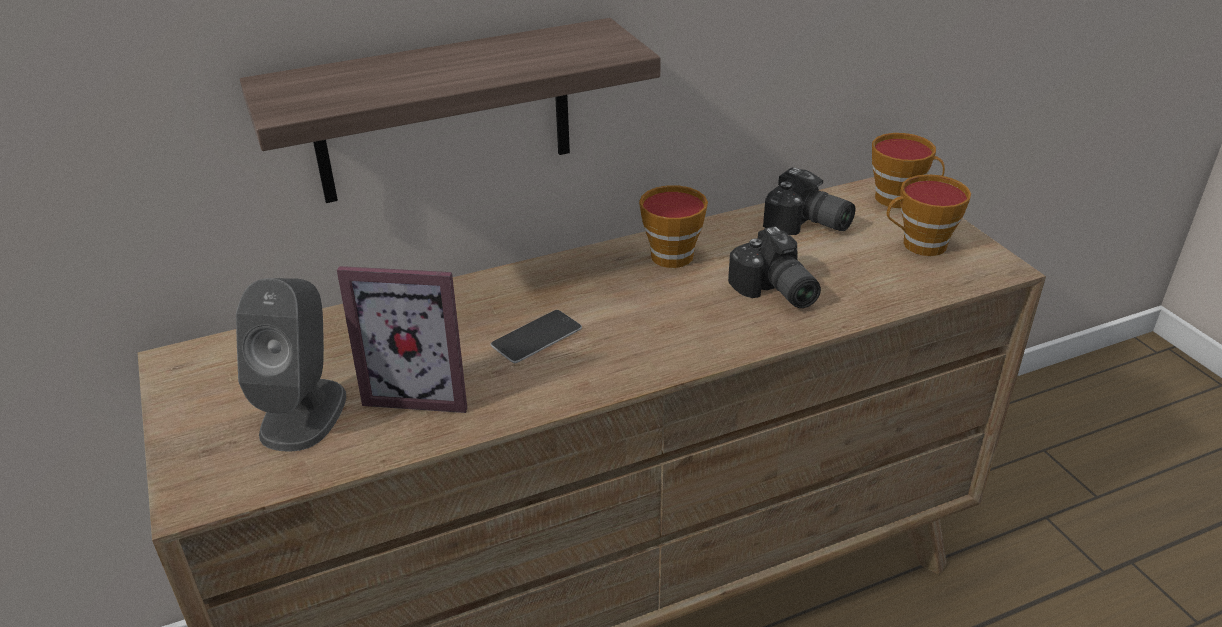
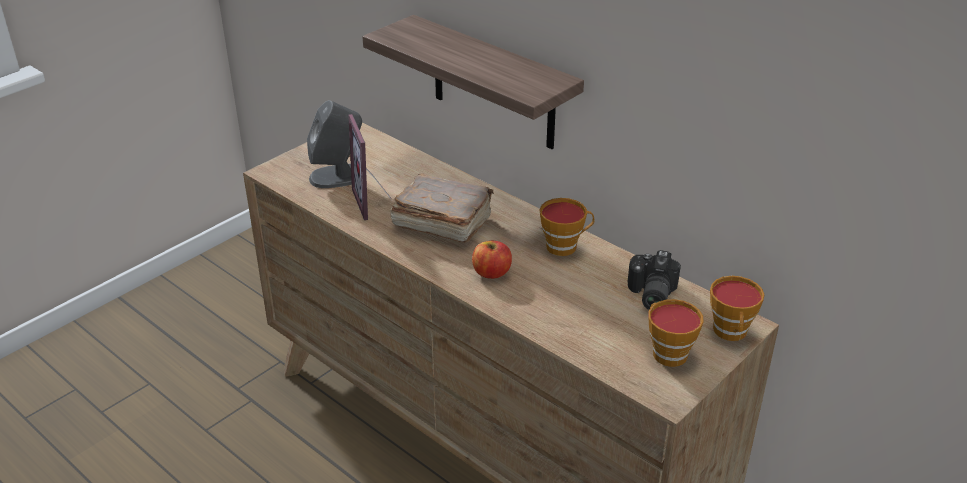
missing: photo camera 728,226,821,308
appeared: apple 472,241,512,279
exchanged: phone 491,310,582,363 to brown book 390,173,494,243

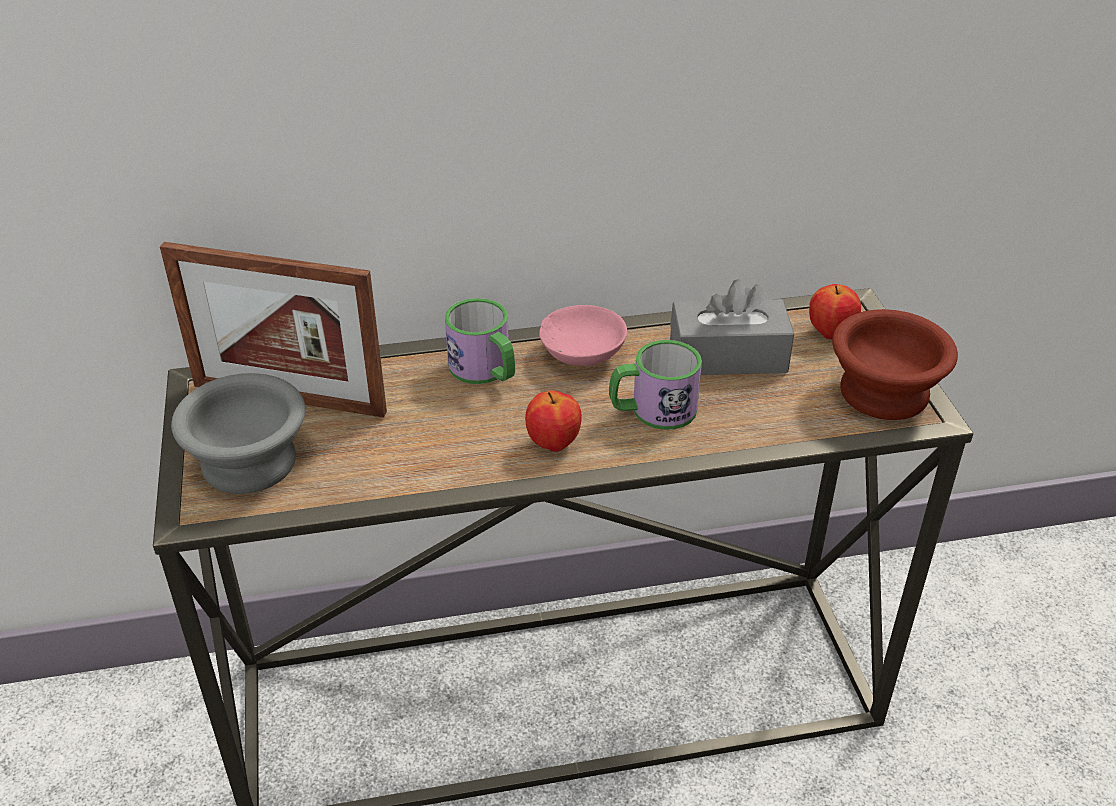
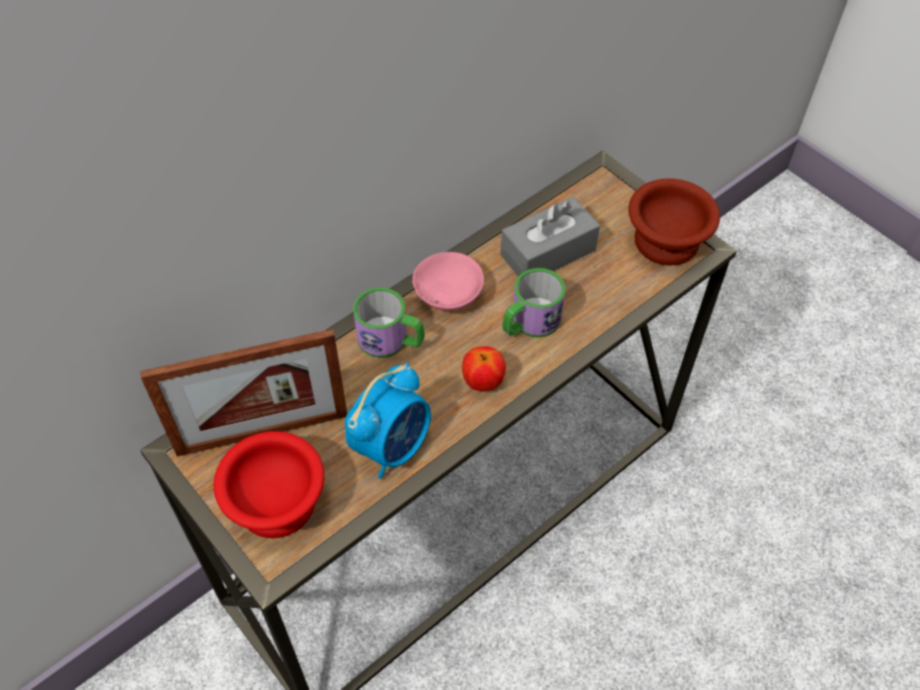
missing: apple 809,284,861,339
appeared: alarm clock 345,363,431,479
colour: grey bowl 171,373,305,494 to red bowl 214,431,324,538

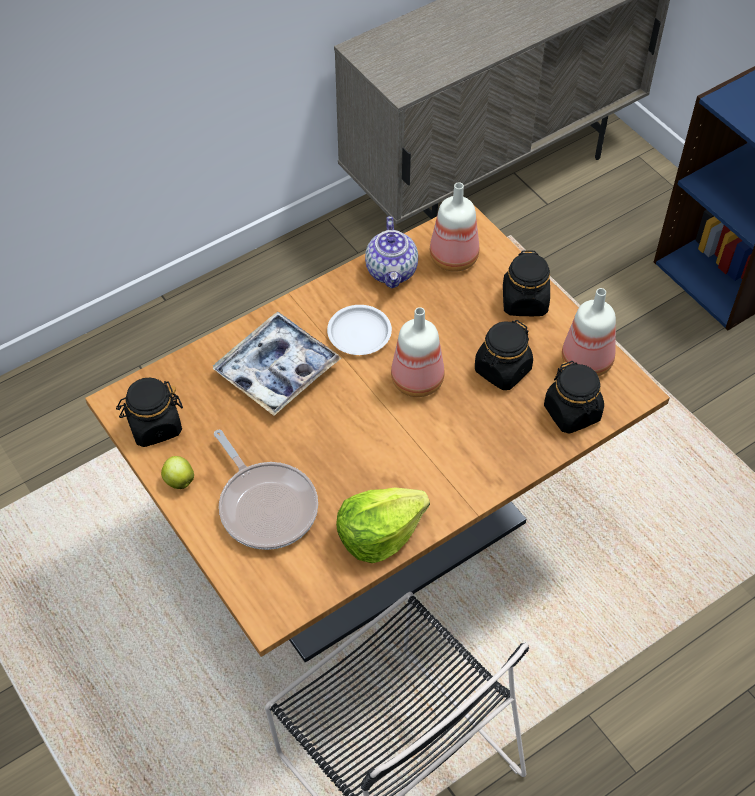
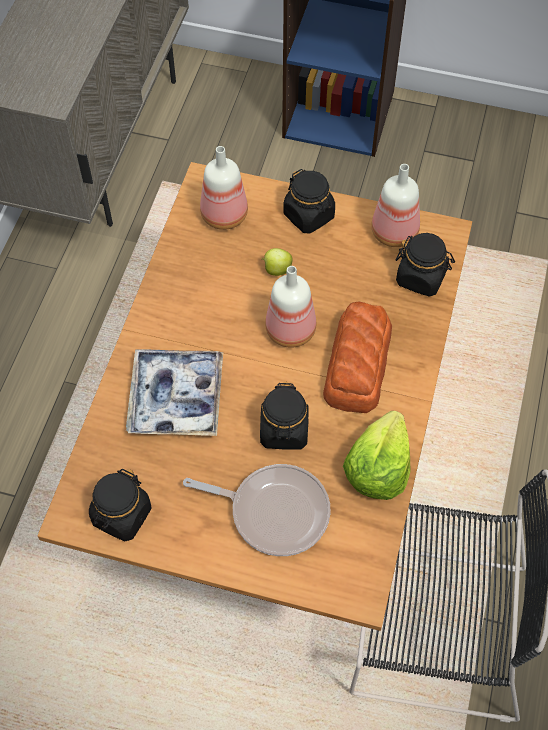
missing: white plate 327,305,392,355; teapot 365,216,418,289
appeared: bread 323,301,392,413
relocated: apple 161,456,194,489 to 262,248,292,276; black jar 475,320,533,390 to 260,382,309,450

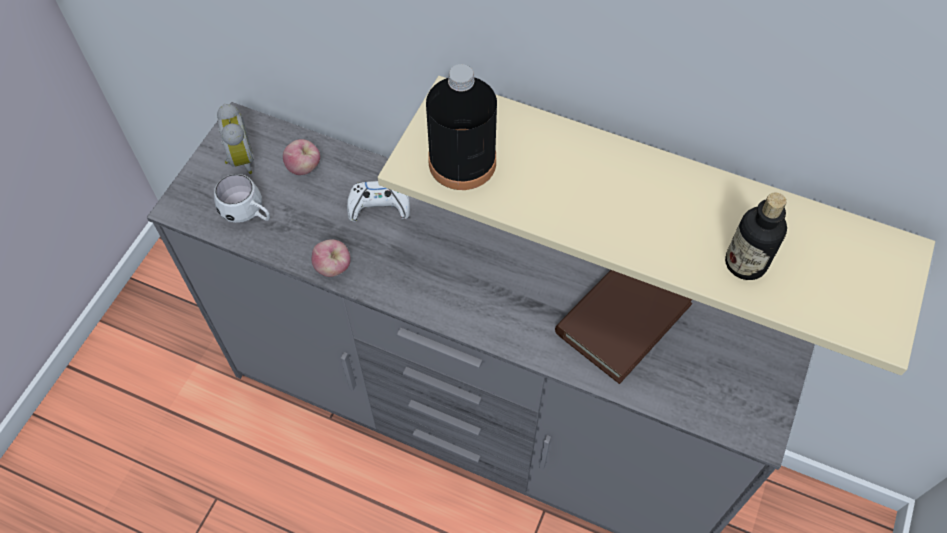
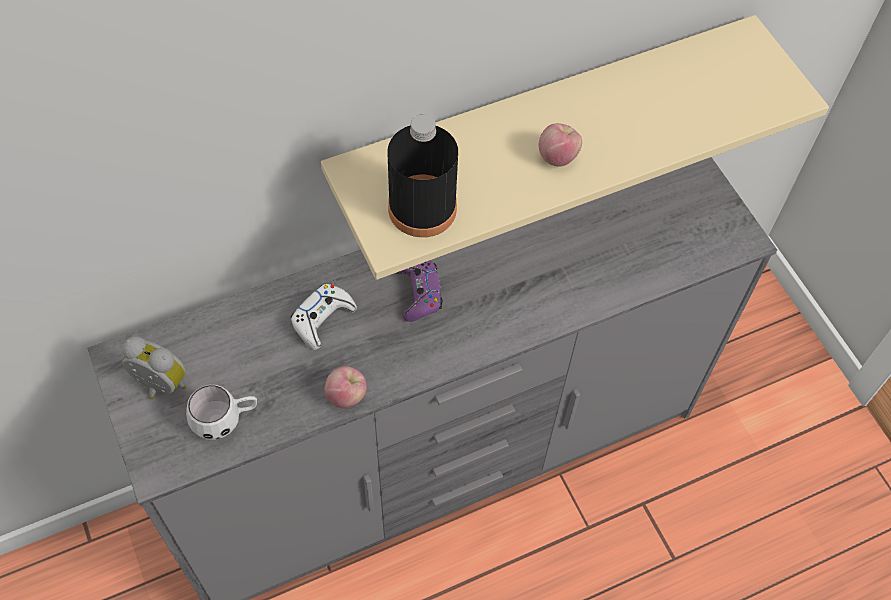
missing: brown book 555,270,692,384; bottle 725,193,787,280
appeared: purple game controller 397,260,443,322
relocated: apple 283,139,320,175 to 539,123,582,166

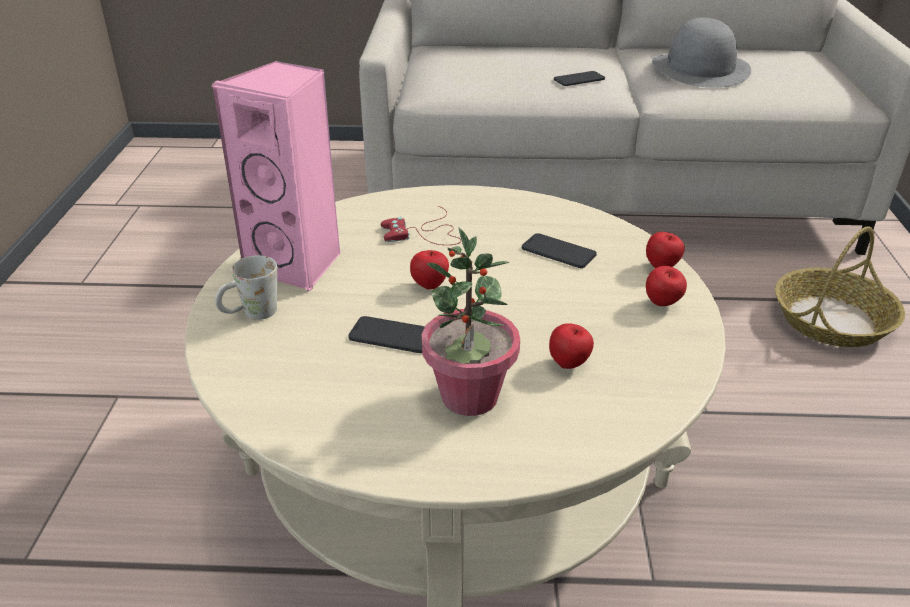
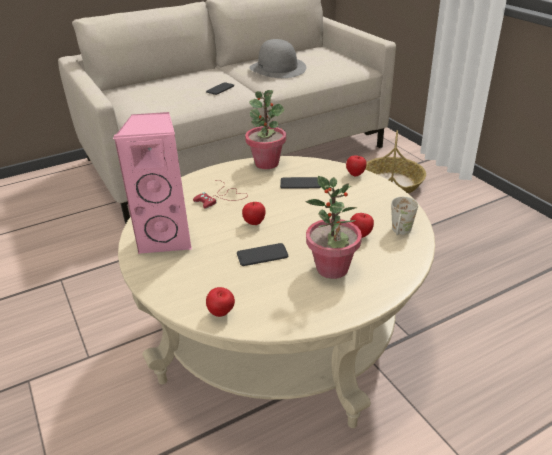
appeared: potted plant 245,90,286,169
relocated: white mug 215,255,277,320 to 391,197,418,235; apple 646,266,687,306 to 206,287,235,317

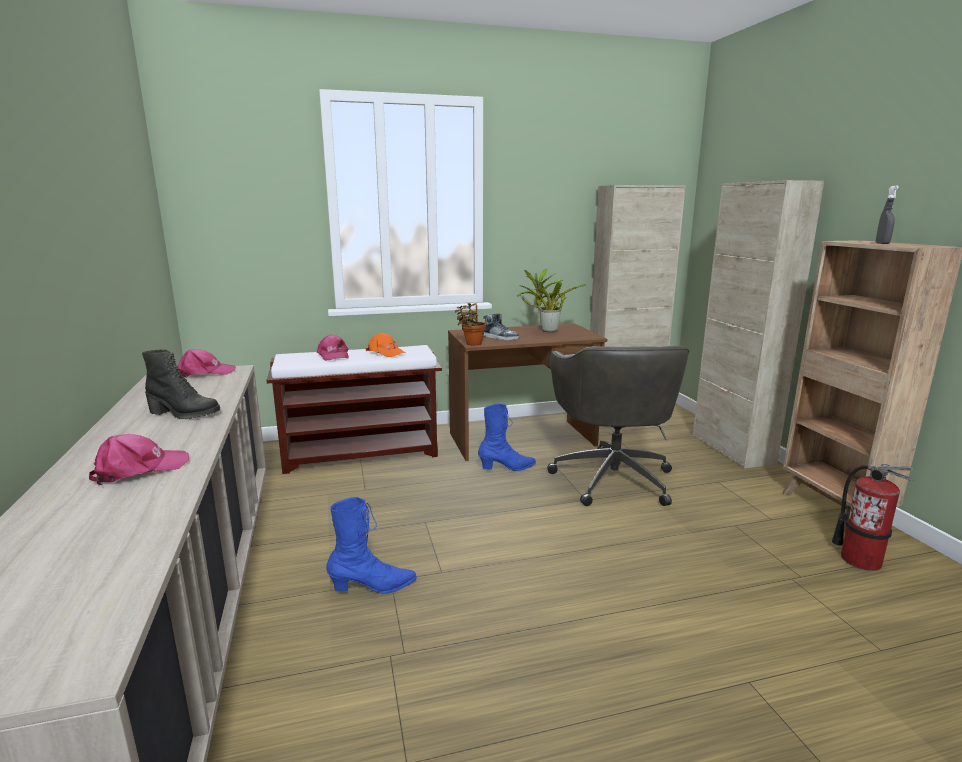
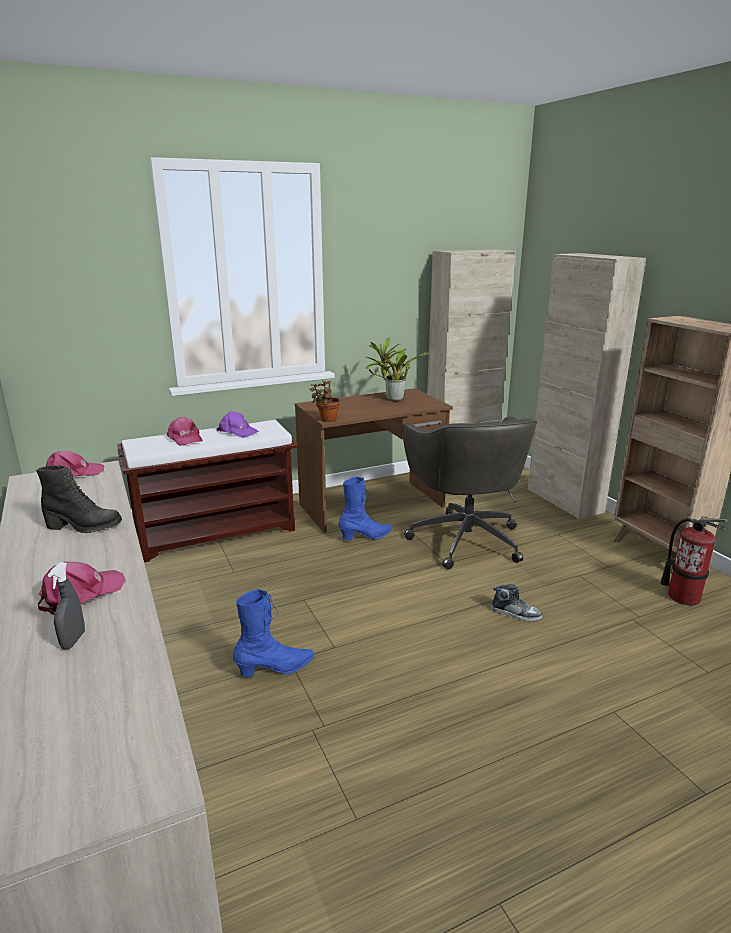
relocated: shoe 483,314,519,340 to 492,584,543,622; grey spray bottle 876,186,899,244 to 48,562,85,649
colour: orange cap 365,332,405,357 to purple cap 216,412,259,438

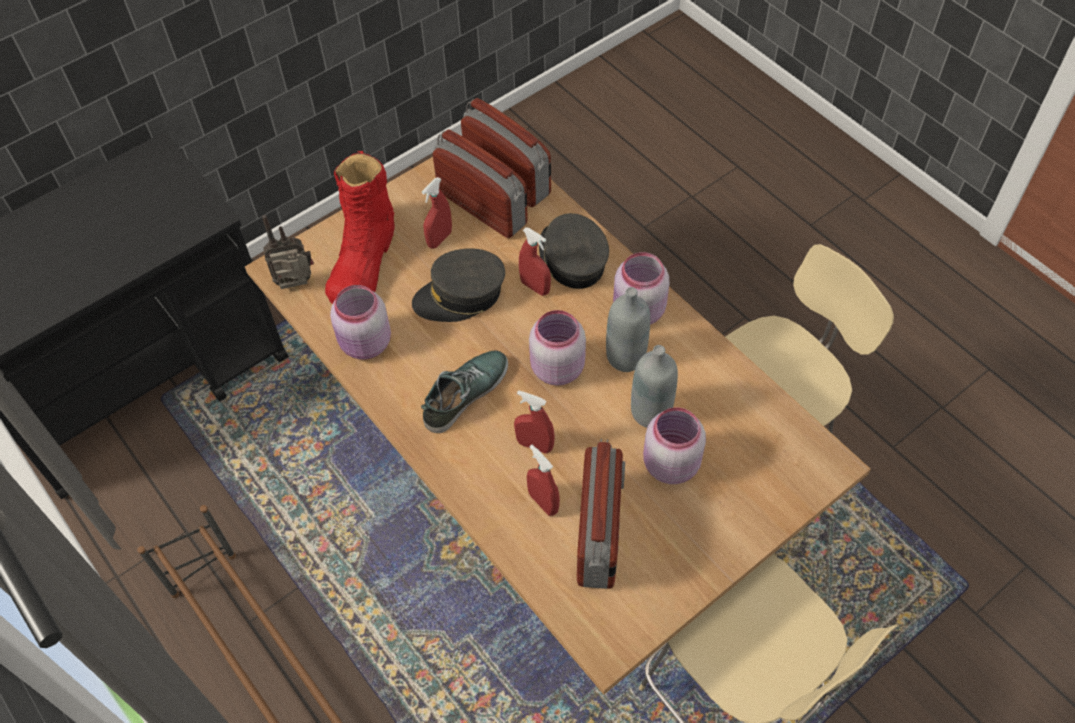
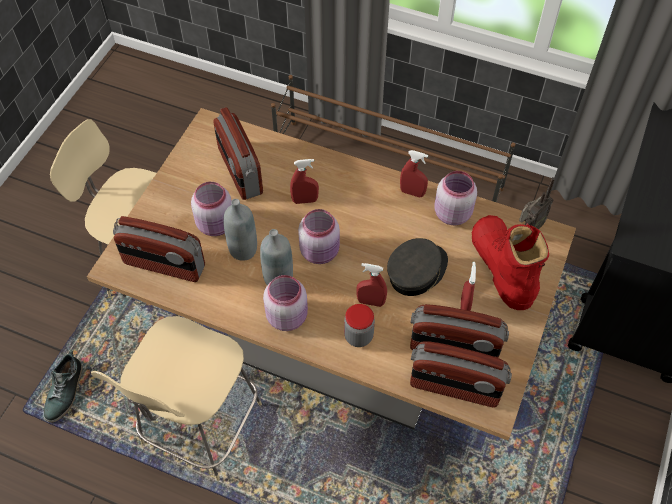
appeared: radio 113,216,205,282
relocated: shoe 421,351,508,433 to 43,350,83,423; red spray bottle 527,444,560,516 to 400,150,428,197
exchanged: grey cap 539,213,609,289 to jar 344,304,375,347

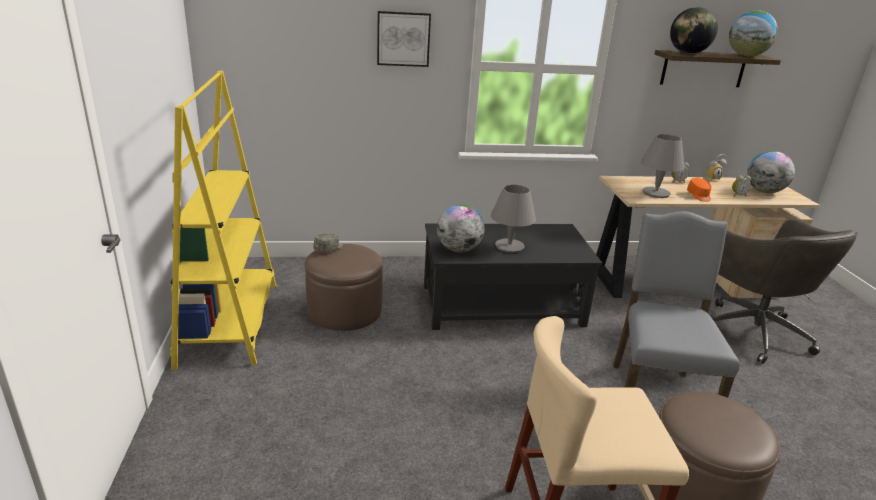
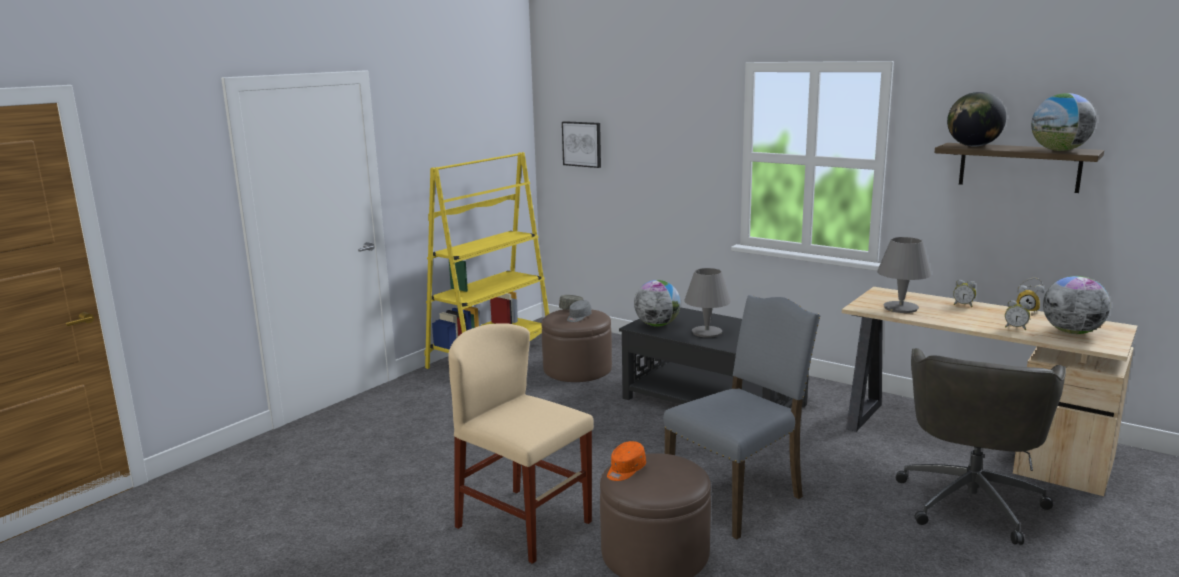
appeared: grey cap 567,300,592,322
relocated: picture 377,11,431,67 to 562,121,601,168; orange cap 687,178,711,202 to 607,441,646,481

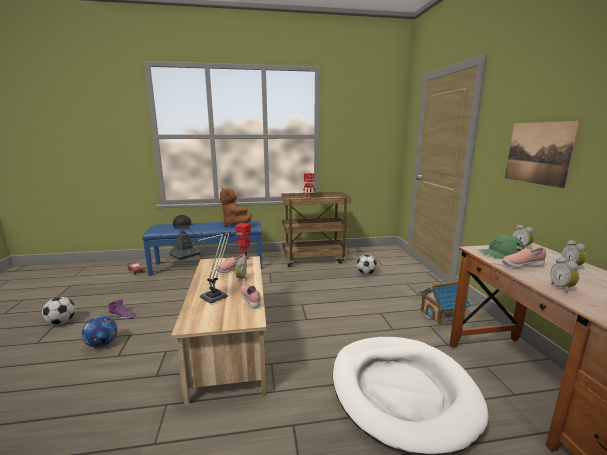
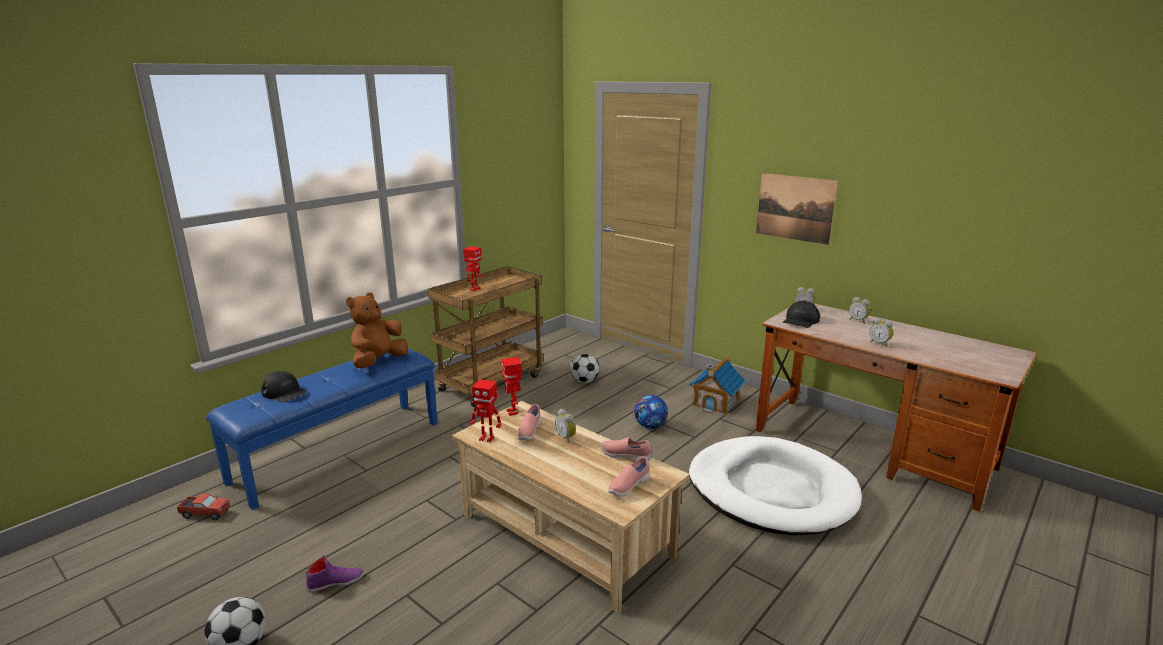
missing: table lamp 168,227,230,303
appeared: toy robot 470,379,501,442
relocated: football 82,316,117,348 to 634,395,668,429; pink shoe 502,247,546,268 to 608,457,649,496
colour: green cap 479,235,525,259 to black cap 783,301,820,328
spun: brown plush toy 220,188,252,226 = 346,293,408,368 105 degrees clockwise

